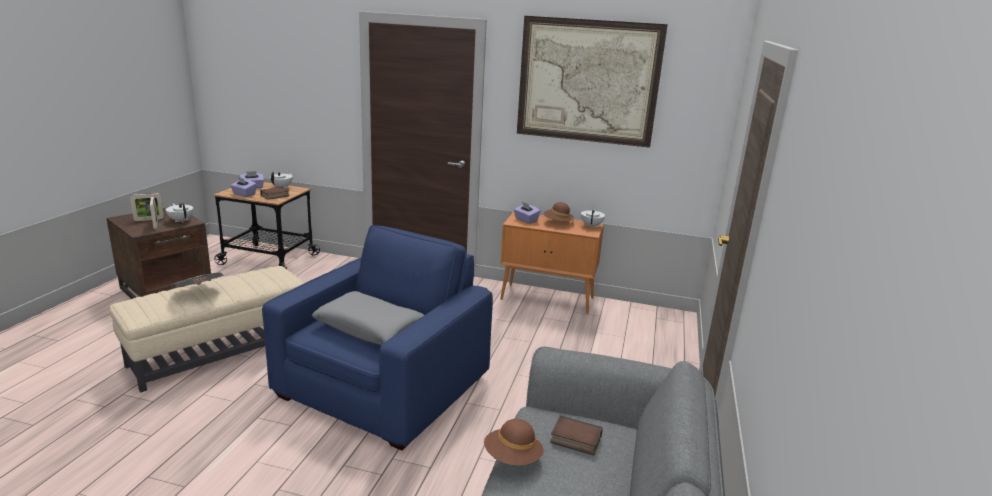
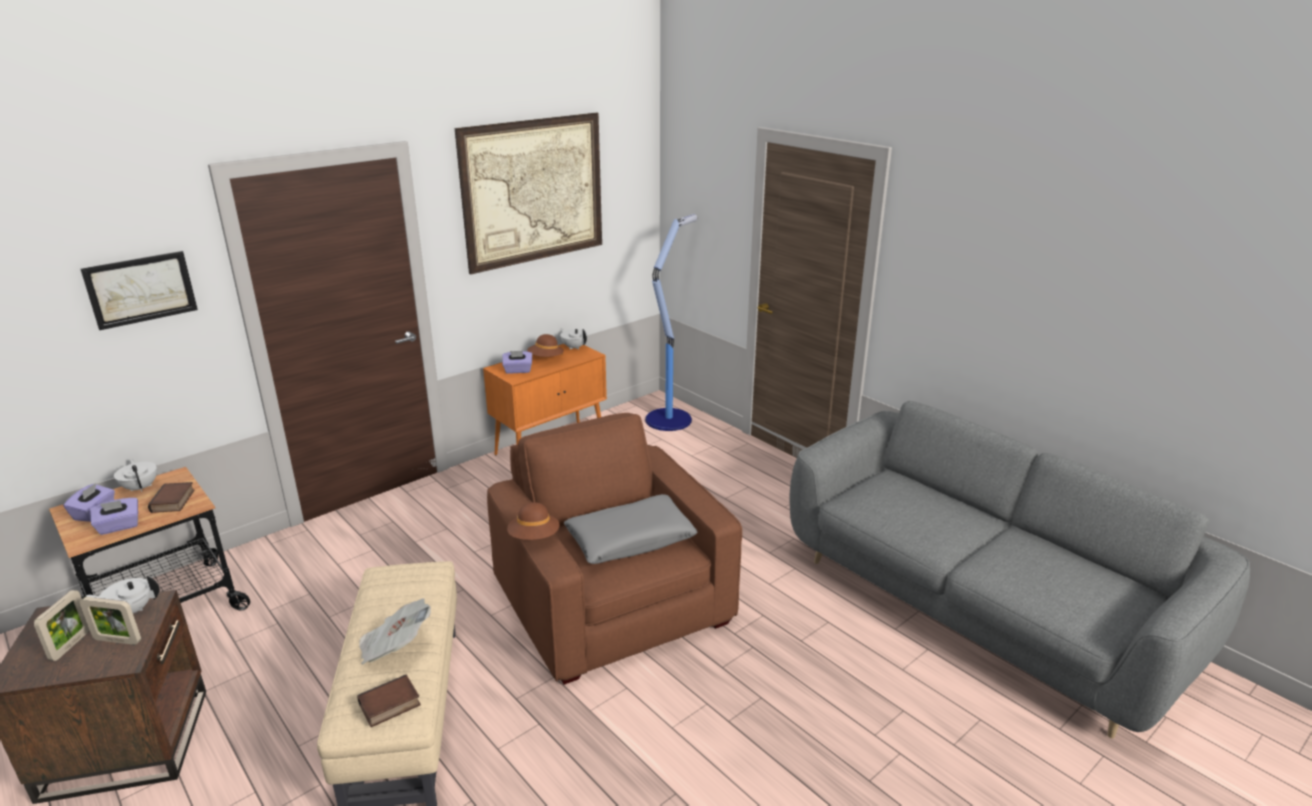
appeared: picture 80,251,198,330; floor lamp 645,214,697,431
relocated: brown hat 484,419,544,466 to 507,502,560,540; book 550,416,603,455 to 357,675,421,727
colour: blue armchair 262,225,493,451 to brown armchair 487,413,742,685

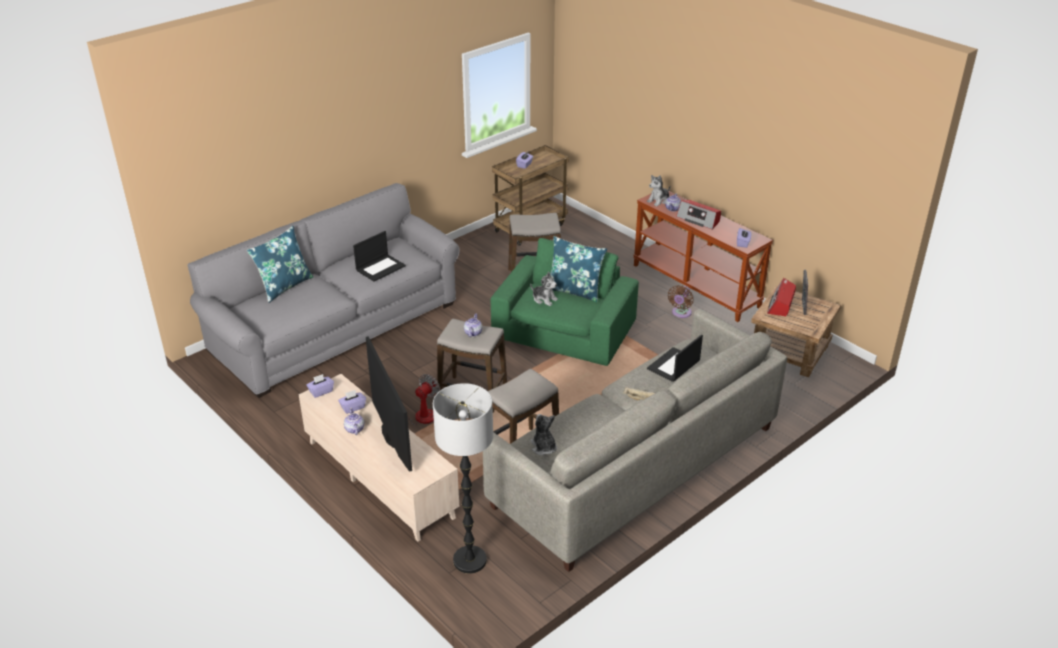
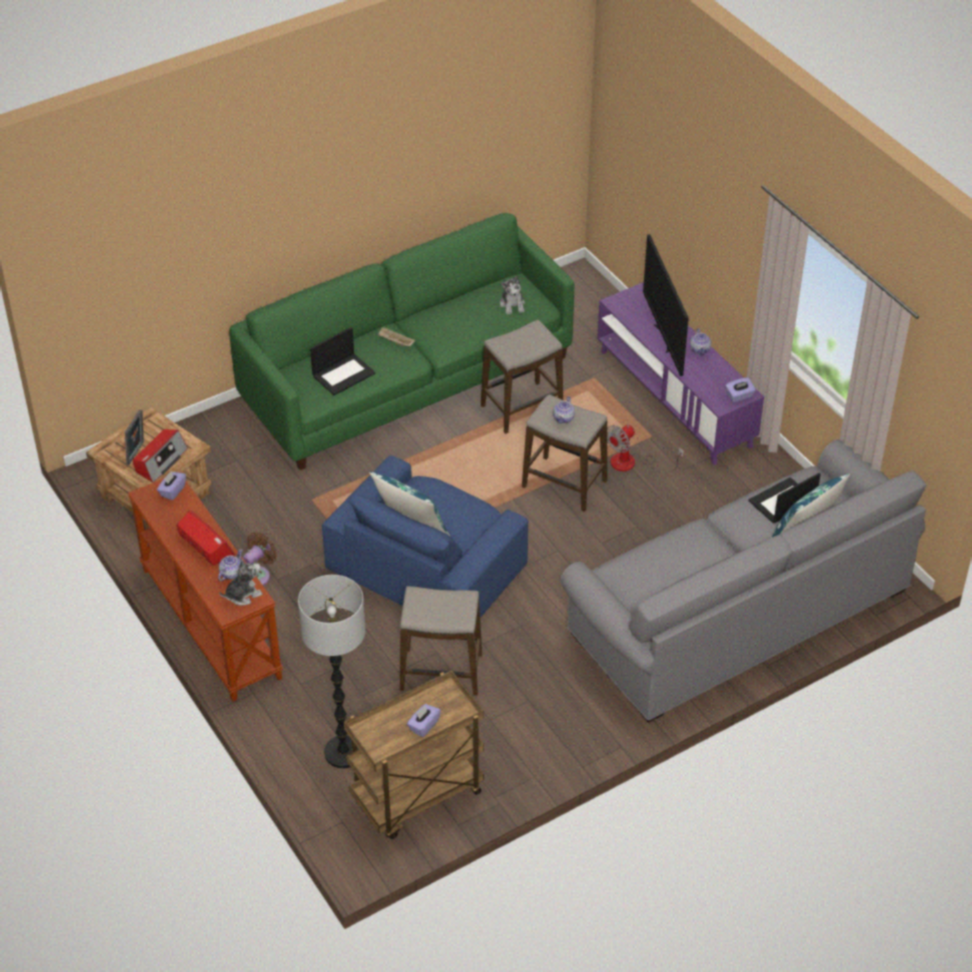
missing: purple tissue box 338,390,366,414; plush toy 530,272,558,306
relocated: laptop 353,231,406,281 to 748,473,821,523; floor lamp 433,383,493,574 to 298,575,366,769
colour: beige tv stand 299,374,459,542 to purple tv stand 597,283,764,465; grey sofa 483,309,787,572 to green sofa 229,213,574,470; green armchair 491,238,639,366 to blue armchair 322,455,528,618

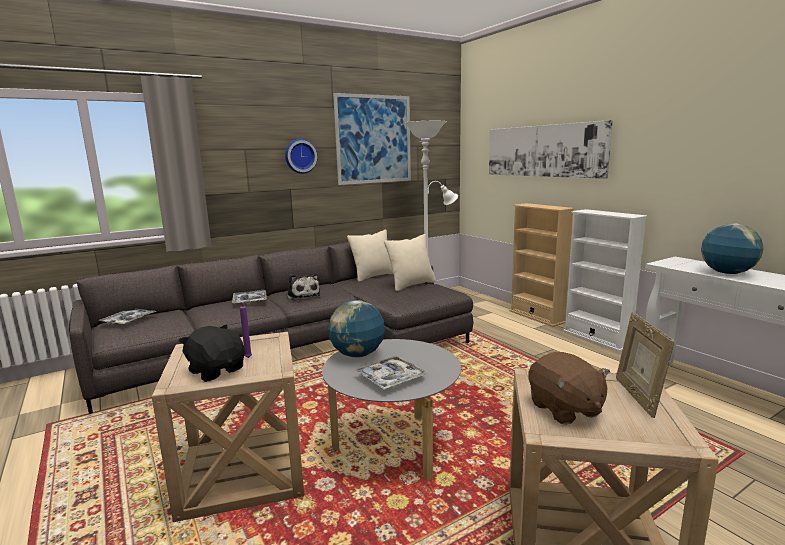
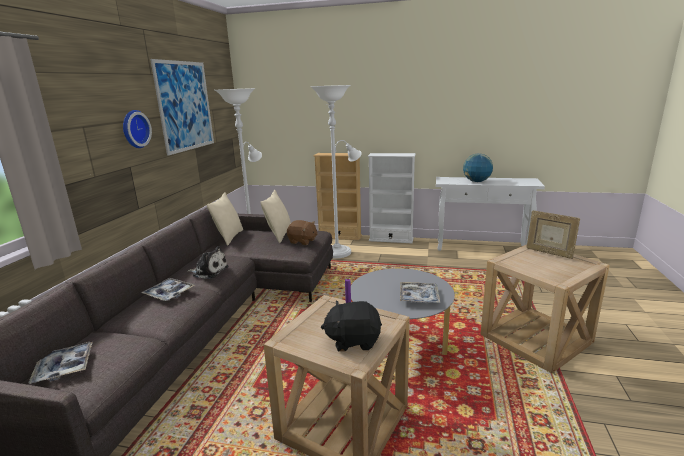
missing: globe 328,300,385,358; picture 489,120,613,179
appeared: white floor lamp 310,85,362,258
relocated: brown plush toy 528,352,610,425 to 287,220,318,245

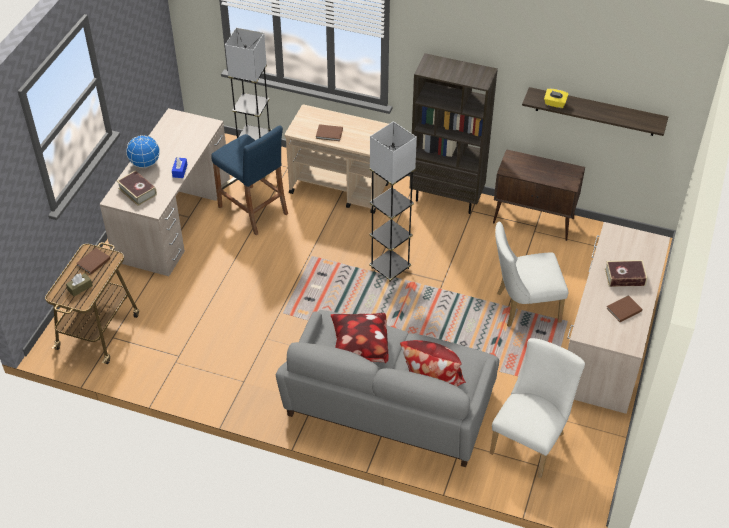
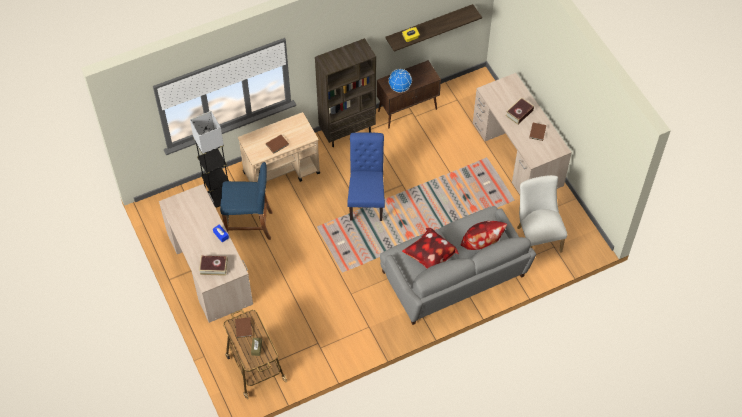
missing: white chair 495,222,568,327
relocated: globe 126,135,160,168 to 388,69,412,92
exchanged: grey floor lamp 369,121,417,282 to blue chair 347,132,385,221

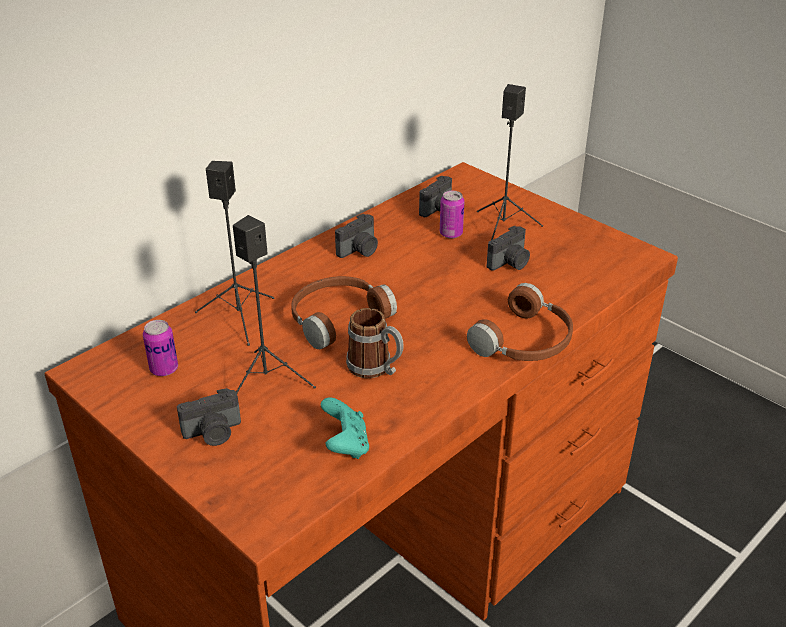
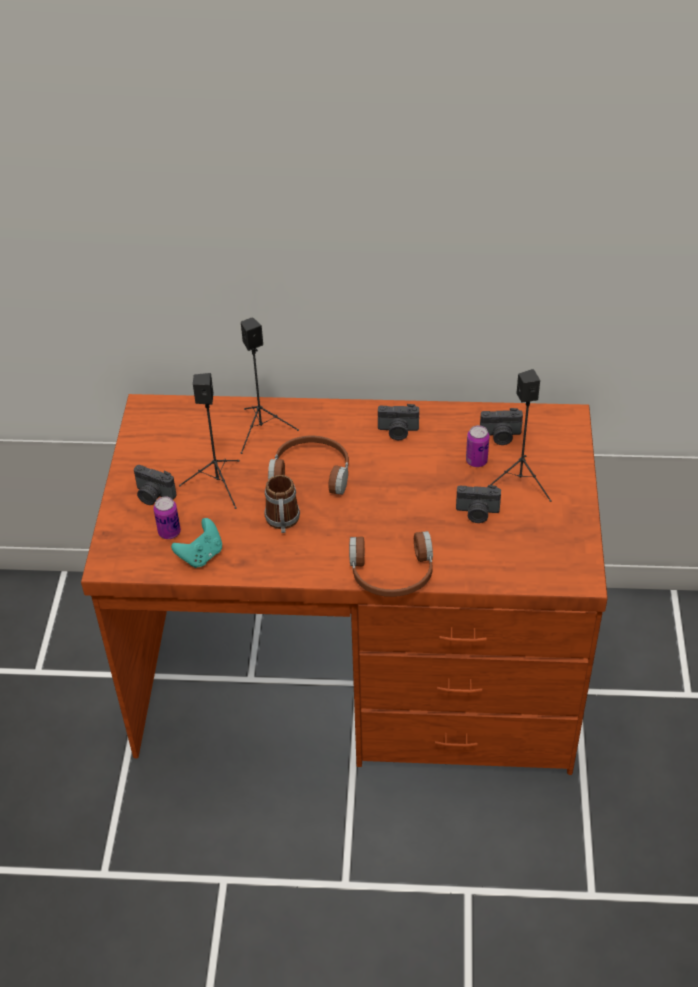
relocated: can 143,320,178,376 to 153,496,181,539

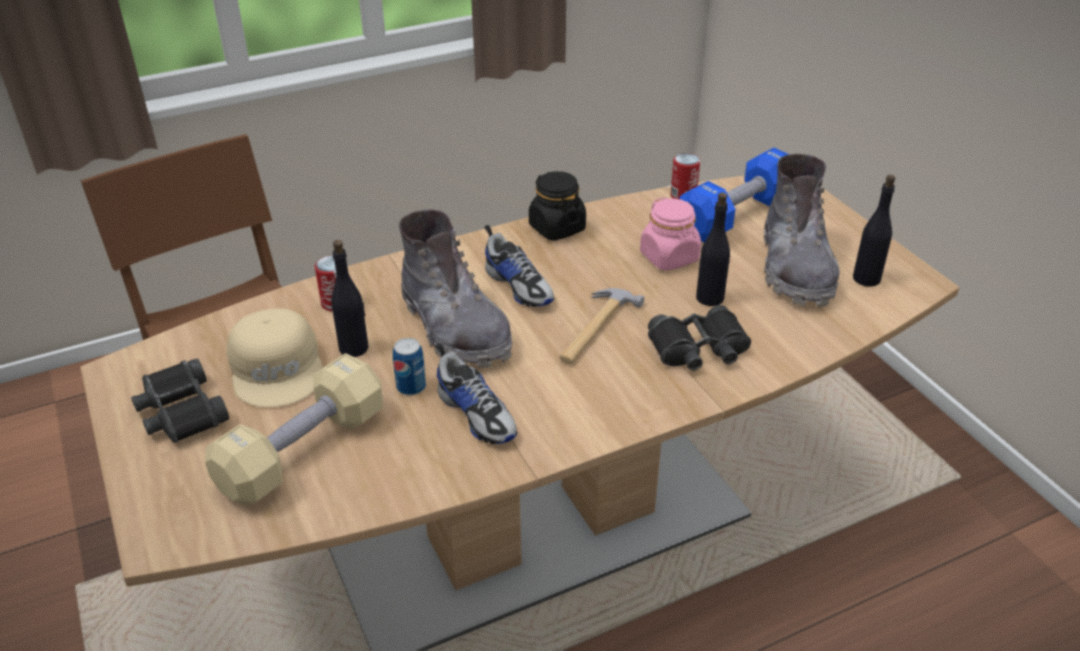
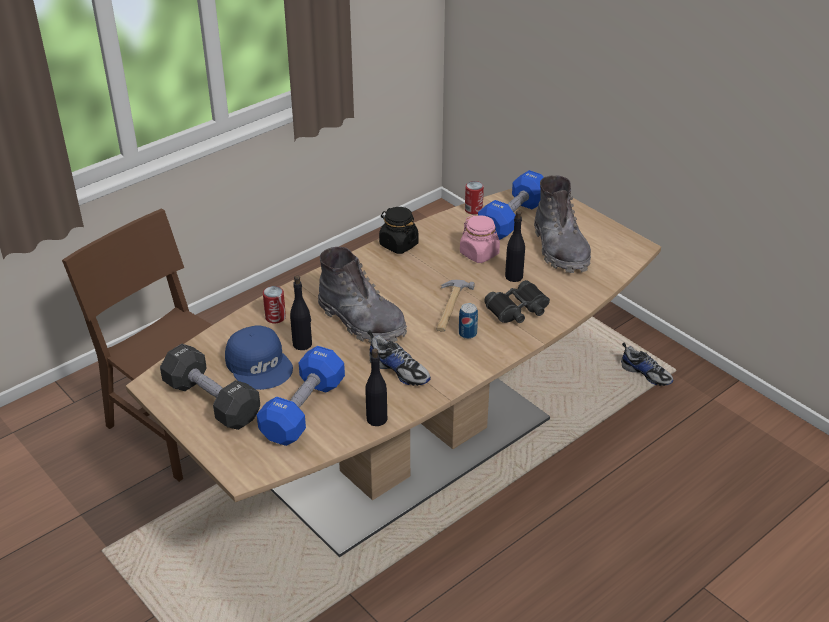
relocated: can 393,338,426,396 to 459,303,478,339; shoe 485,225,555,307 to 621,342,673,386; black bottle 853,175,895,287 to 365,348,387,426
exchanged: black binoculars 131,358,229,443 to black dumbbell 160,344,260,430
colour: beige dumbbell 205,353,383,506 to blue dumbbell 257,346,345,446; beige cap 227,308,323,407 to blue cap 225,325,293,390

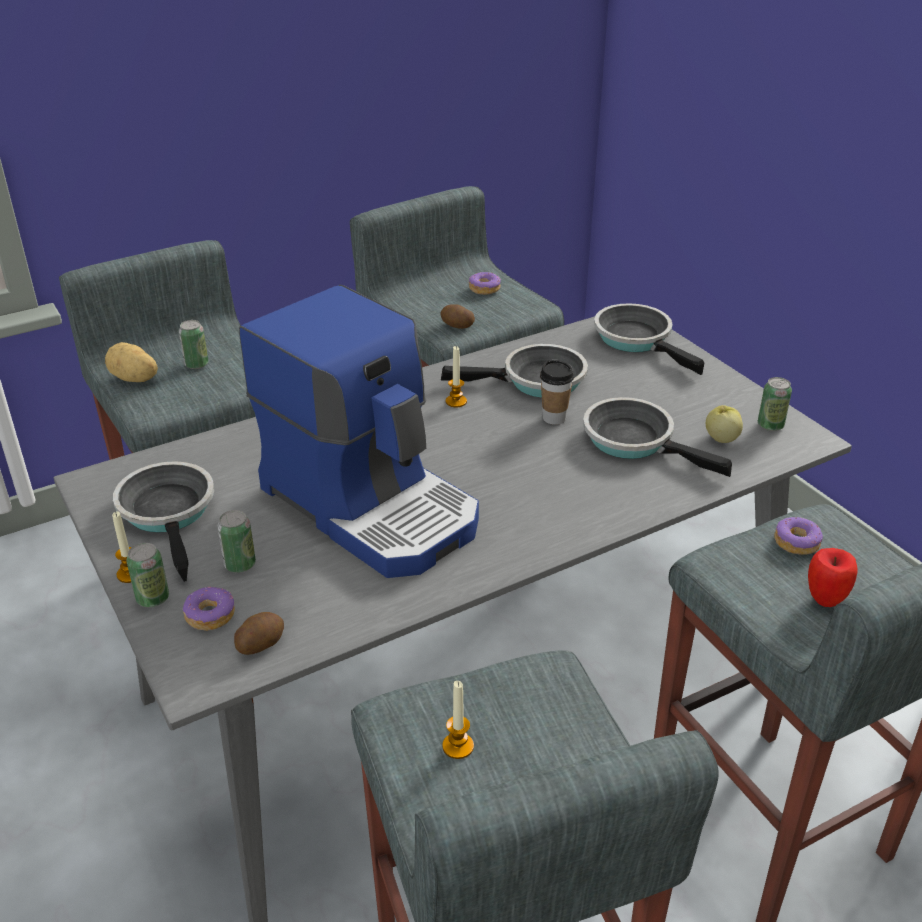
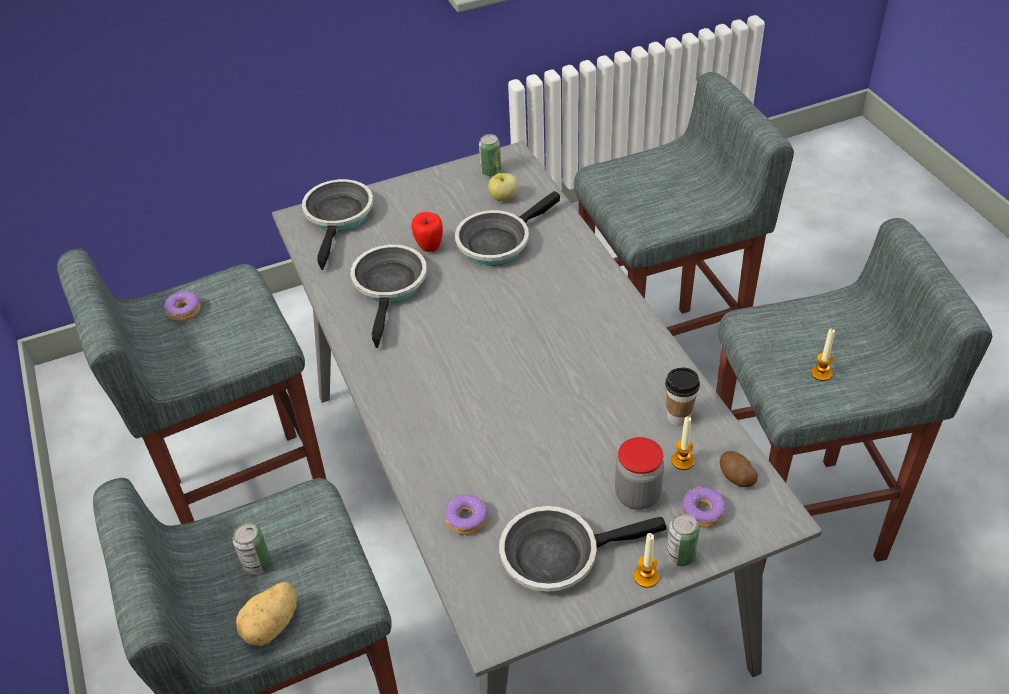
missing: coffee machine 239,285,479,578; potato 440,304,475,329
relocated: candle 446,346,467,407 to 671,417,694,470; cup 540,360,574,425 to 665,367,700,426; donut 774,517,823,555 to 445,495,487,535; apple 808,548,858,607 to 411,212,443,252
exchanged: can 217,510,256,573 to jar 615,437,664,510
spun: frying pan 594,303,704,375 = 302,179,373,270 120 degrees clockwise

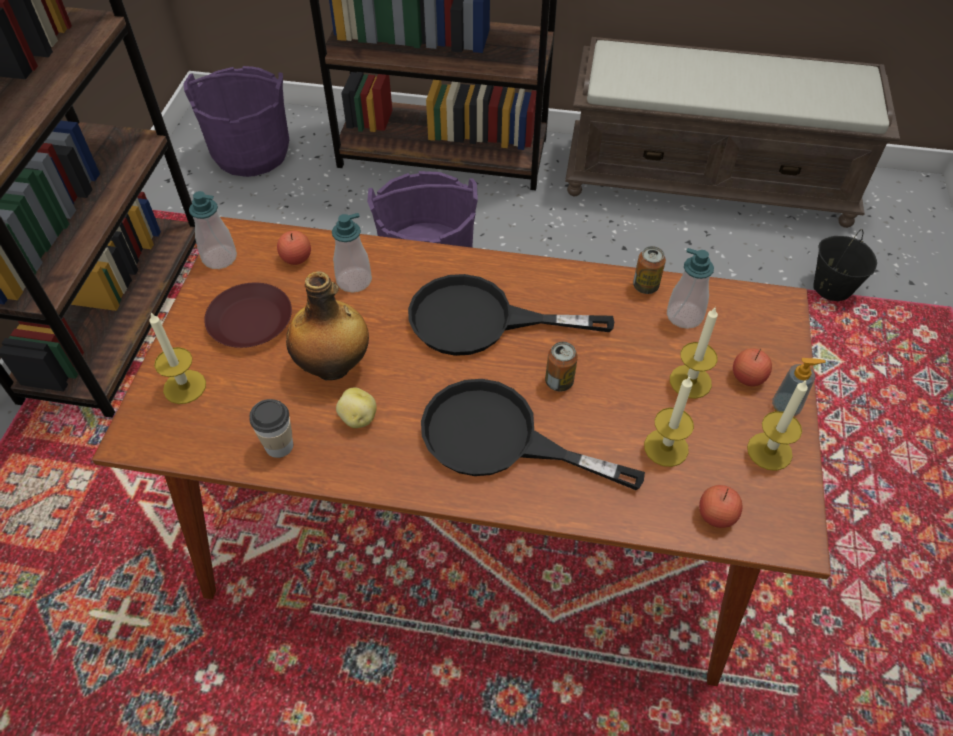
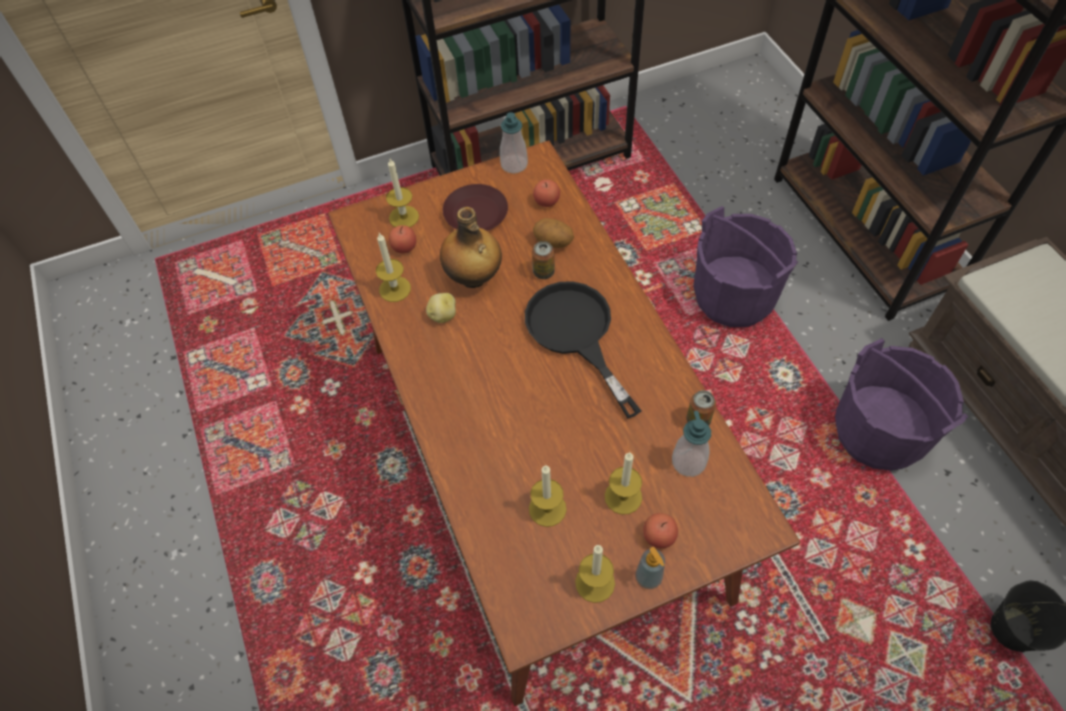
missing: black frying pan 421,379,645,490
relocated: purple bucket 184,66,289,177 to 835,338,968,471; can 545,342,578,392 to 532,241,555,279; apple 699,485,742,528 to 389,225,416,253
exchanged: cup 250,399,293,458 to candle 376,233,411,302; soap dispenser 332,213,372,293 to potato 533,218,574,248

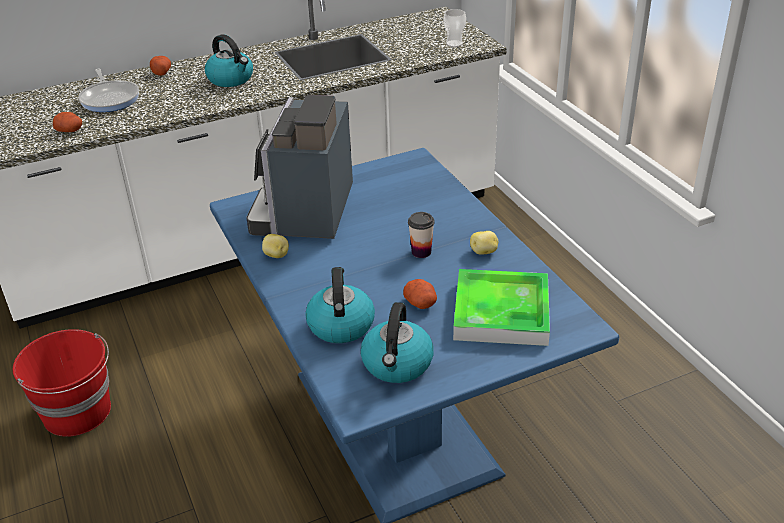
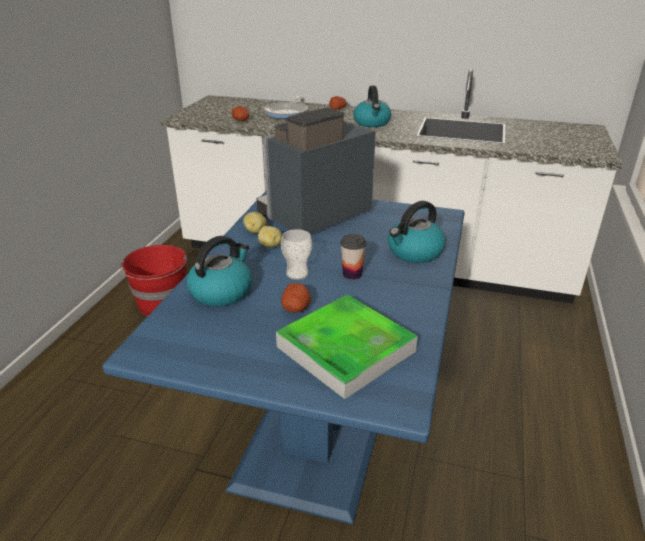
relocated: kettle 361,302,434,383 to 388,201,446,263; cup 443,9,466,47 to 281,229,312,280; potato 470,231,498,255 to 258,226,282,248

